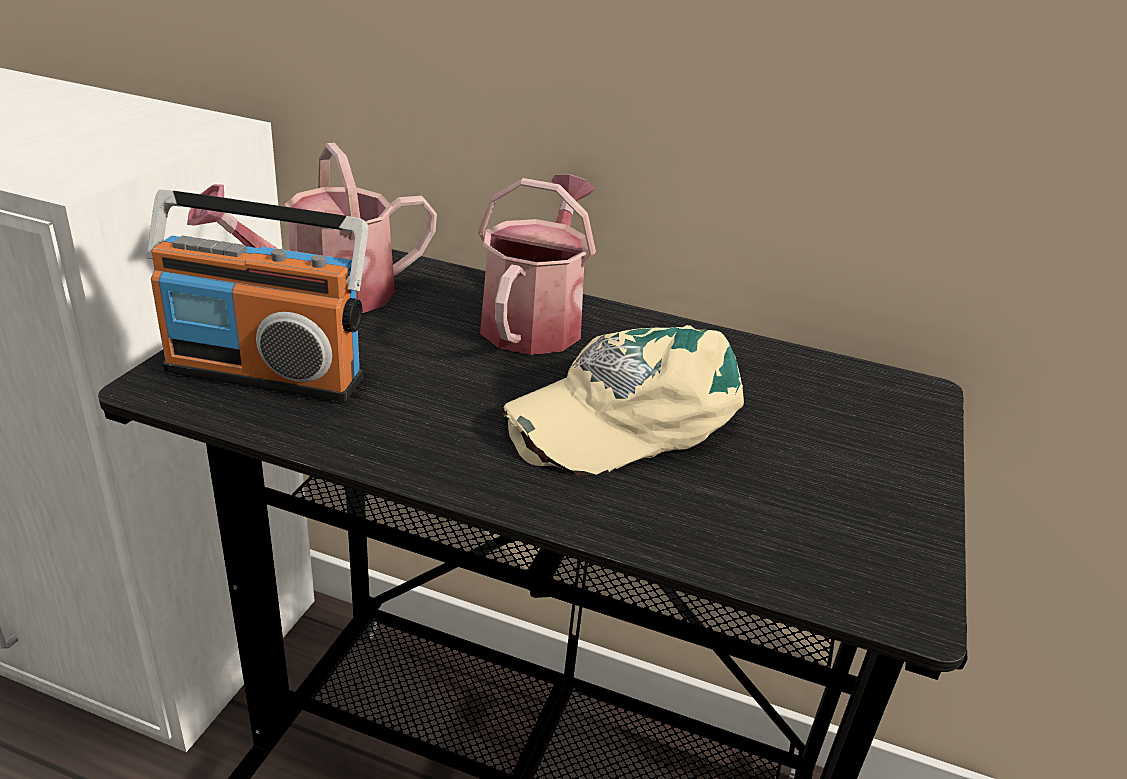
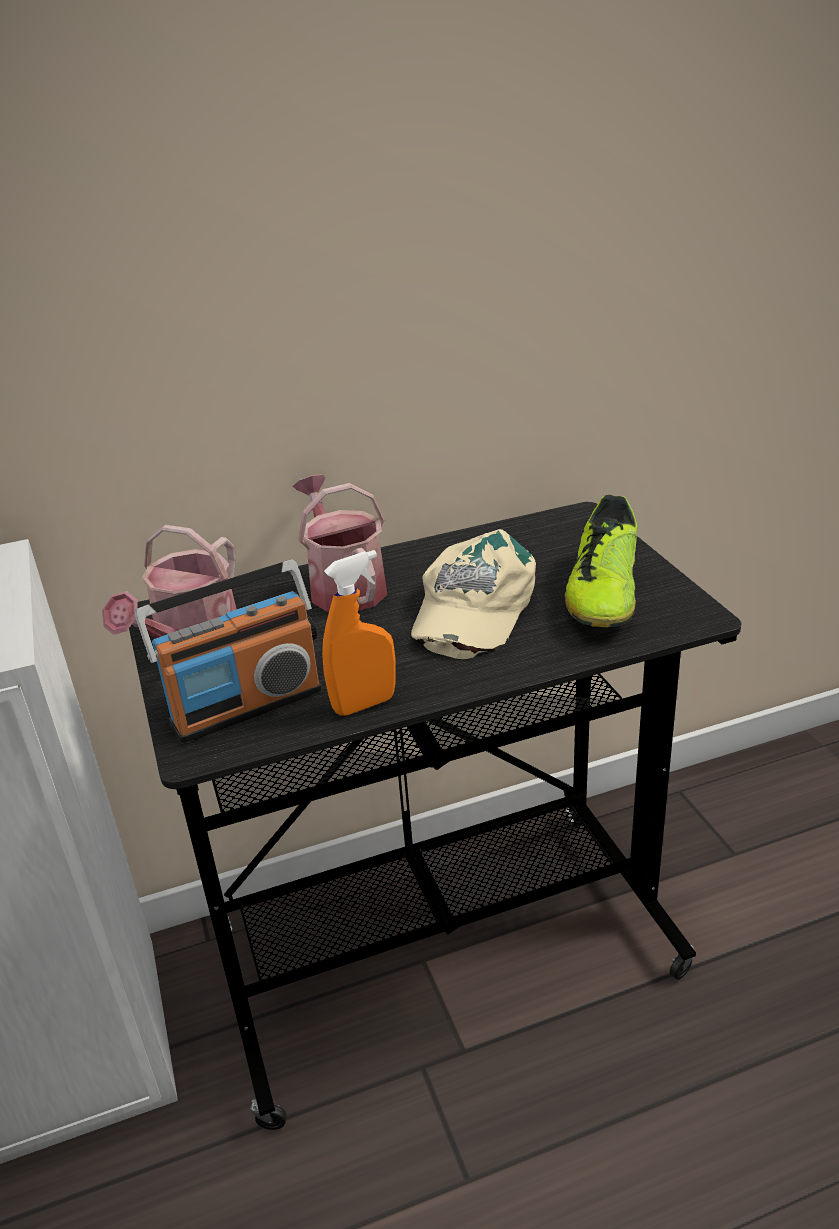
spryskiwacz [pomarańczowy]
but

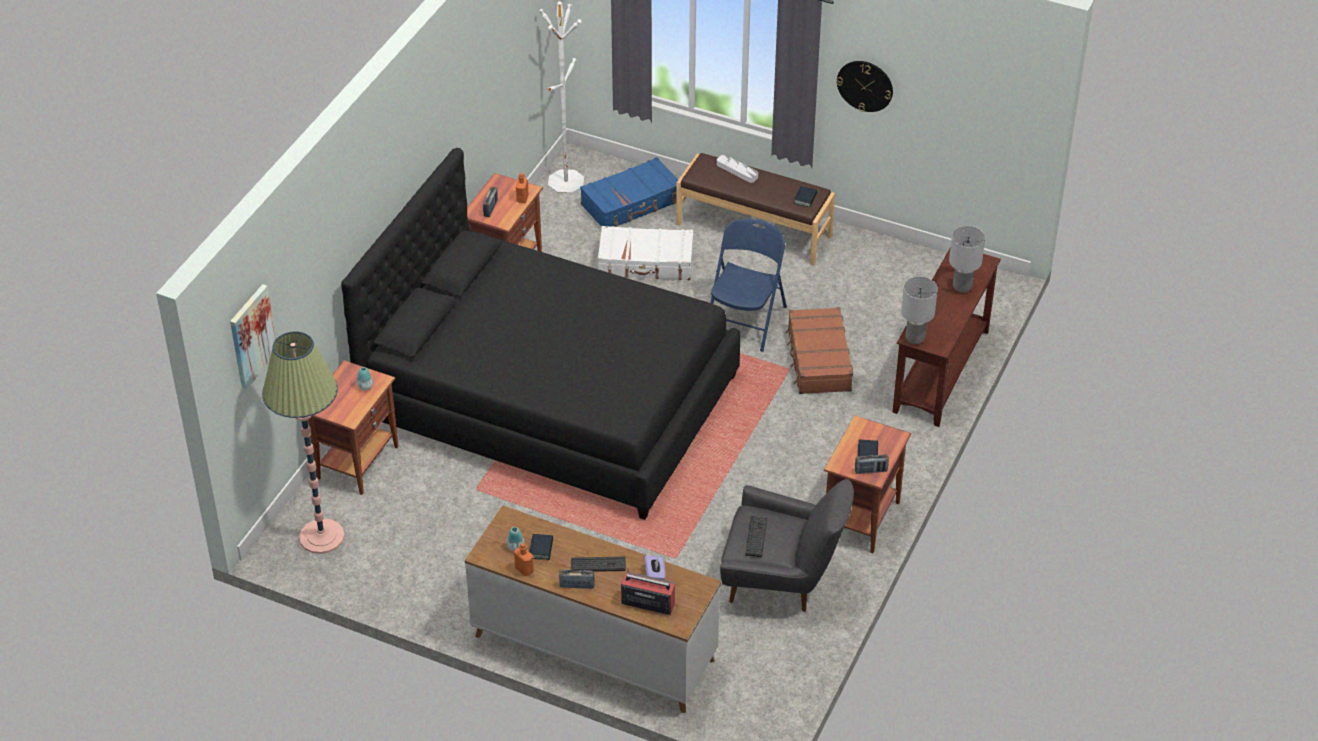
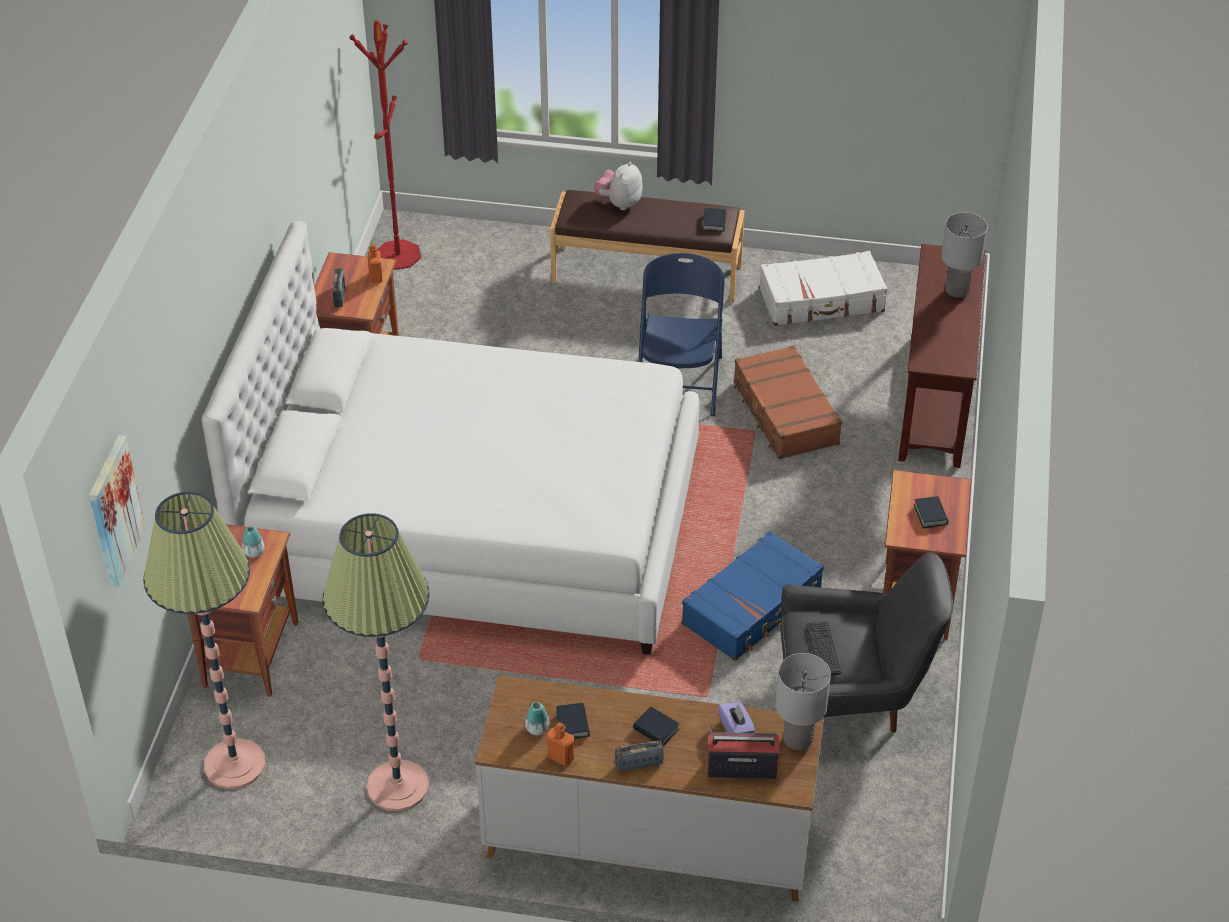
łóżko [biały]
wieszak [czerwony]
książka (2nd from left)
walizka [niebieski]
walizka [biały]
pluszak
zegar ścienny
radio (4th from left in the first image)
lampa stołowa [szary] (1st from left)
lampa stojąca (2nd from left)

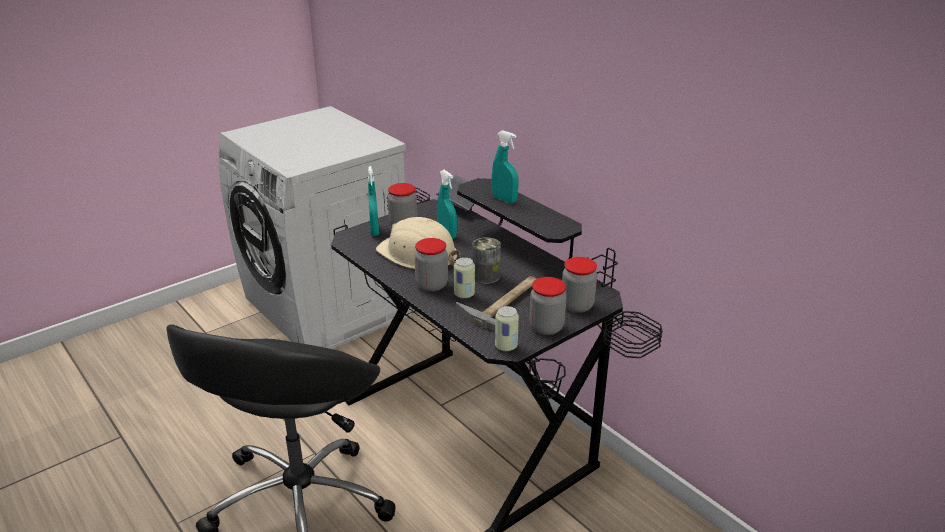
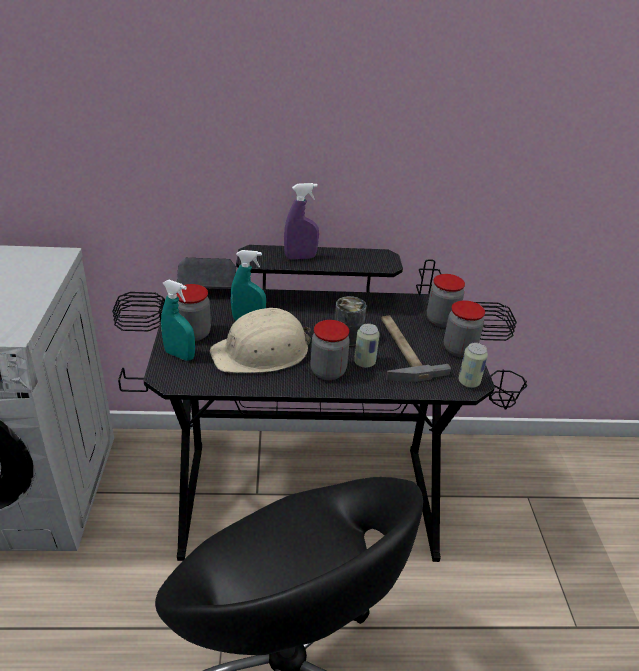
spryskiwacz [fioletowy]

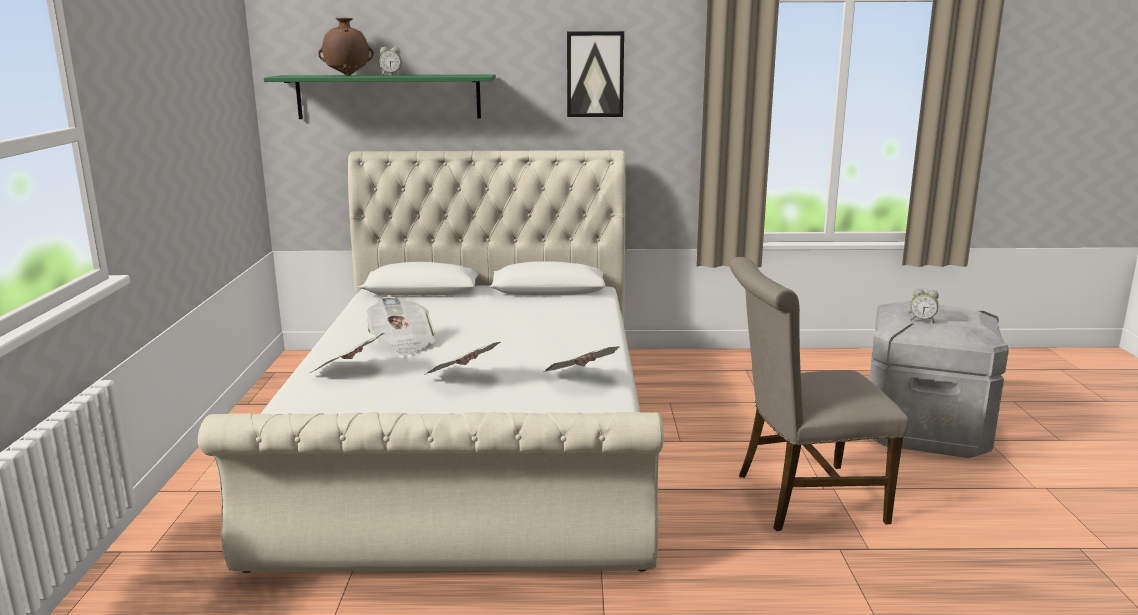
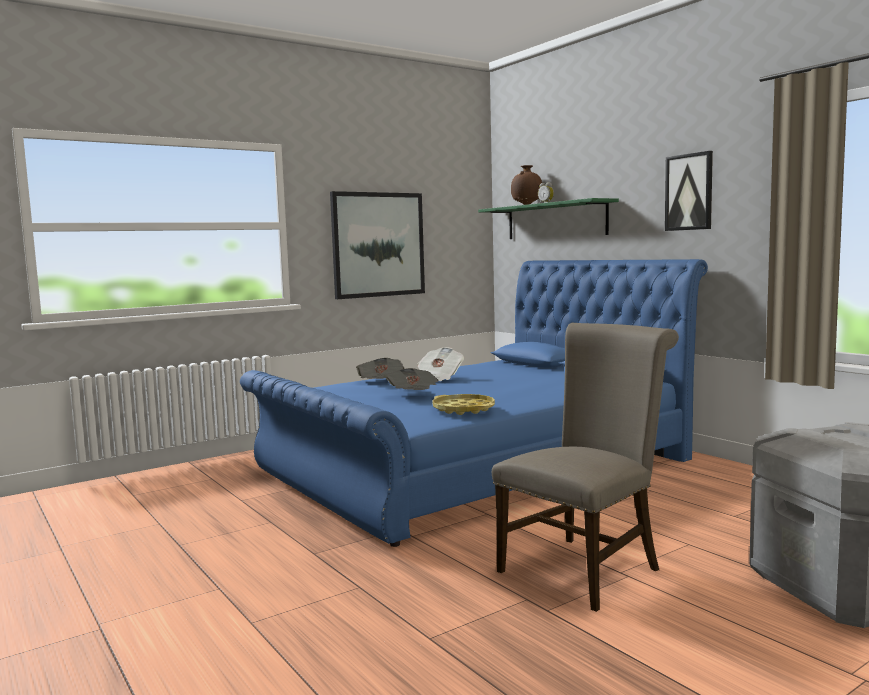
łóżko [niebieski]
taca [żółty]
krzesło [beżowy]
budzik (2nd from left in the first image)
obraz (1st from left)

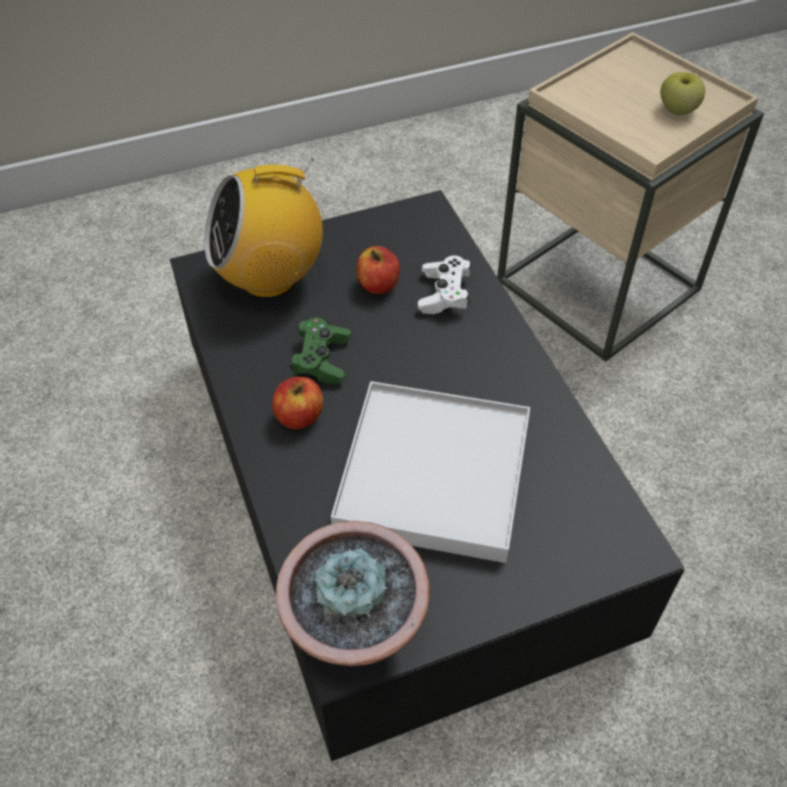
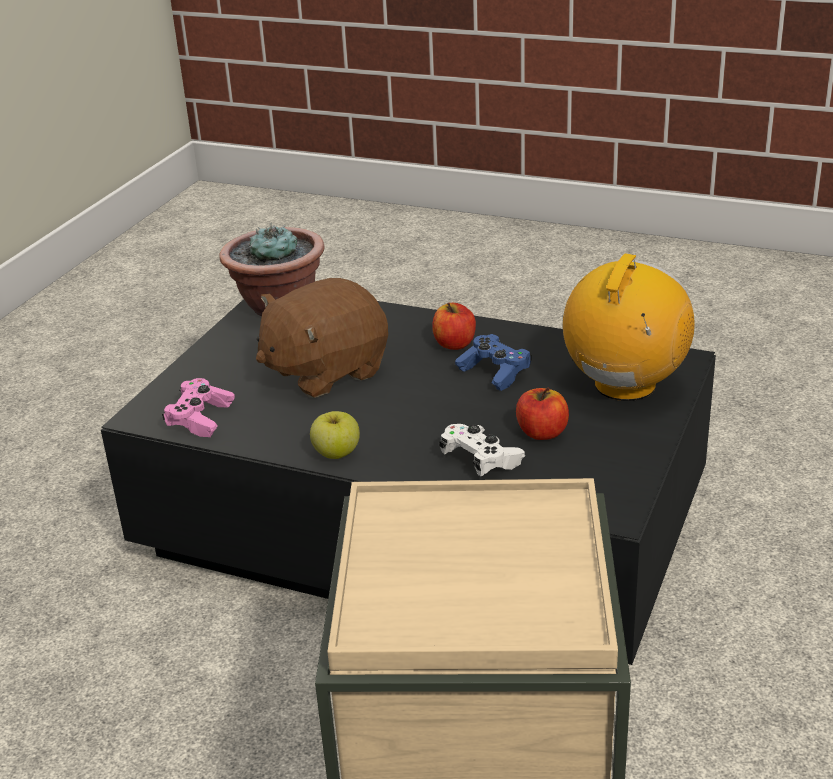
pad do gier [niebieski]
pluszak [brązowy]
jabłko (1st from left)
pad do gier [różowy]

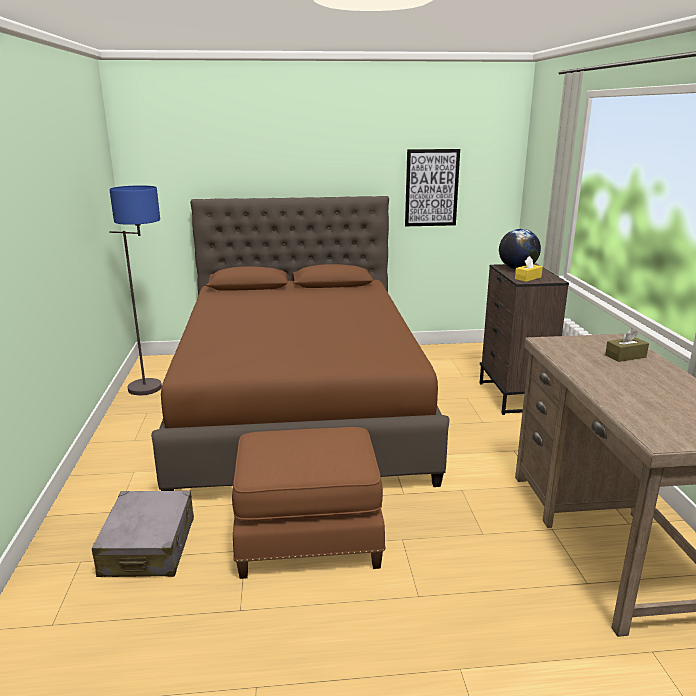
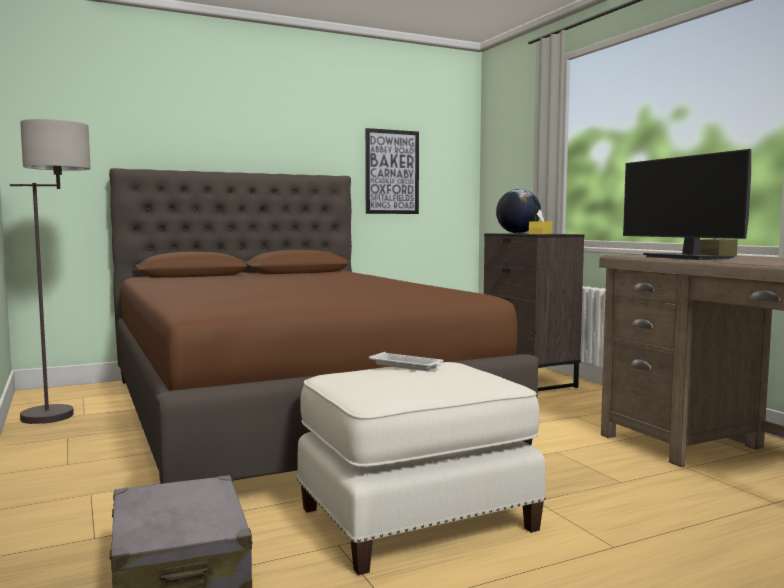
lampa stojąca [szary]
pufa [biały]
taca [biały]
monitor

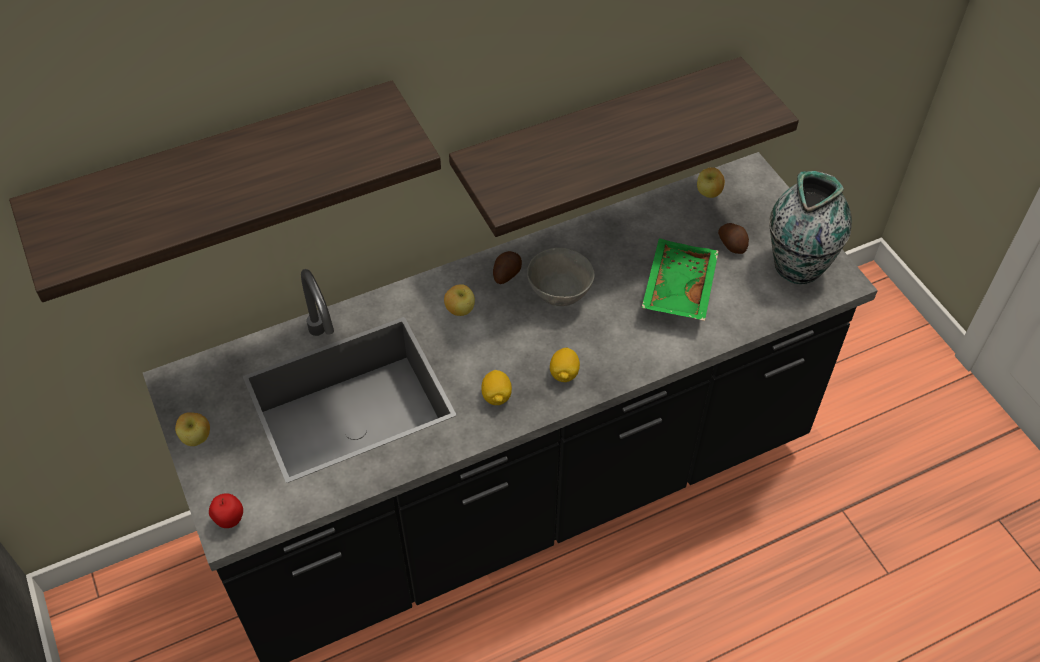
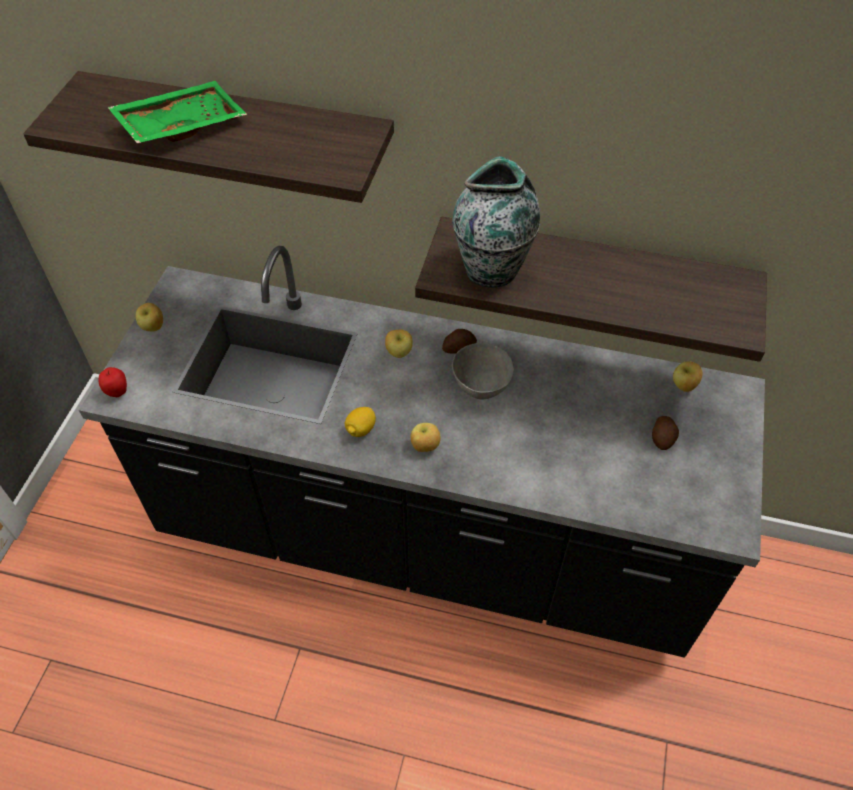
jabłko (4th from left)
taca [zielony]
wazon

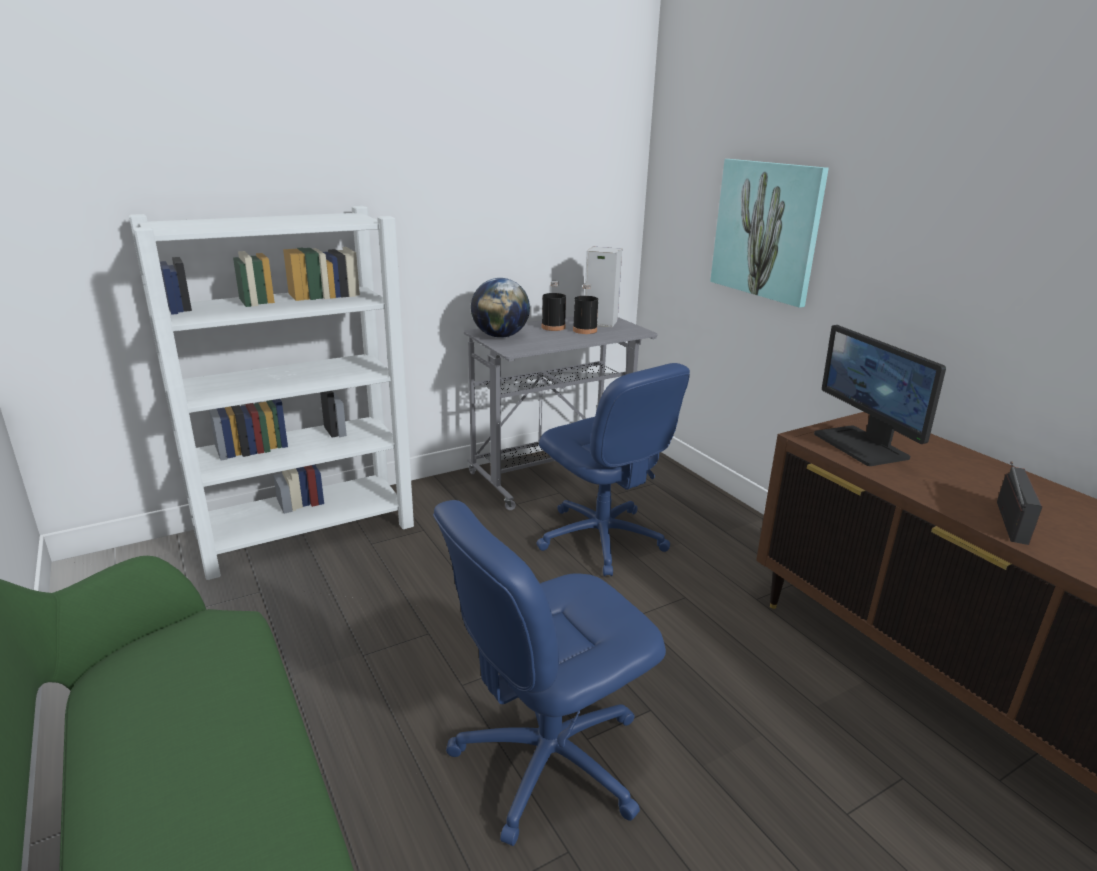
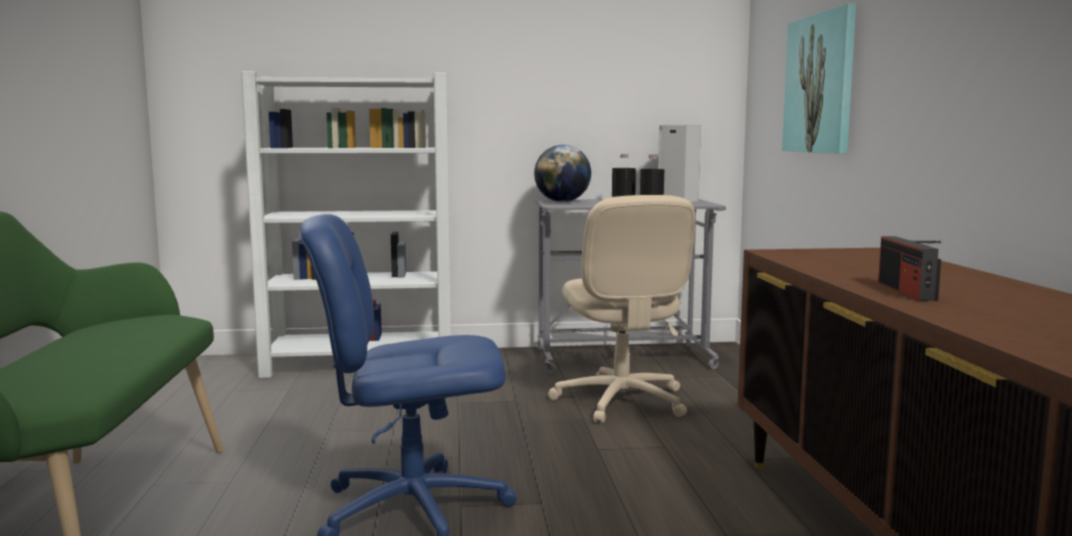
krzesło biurowe [beżowy]
monitor
radio

